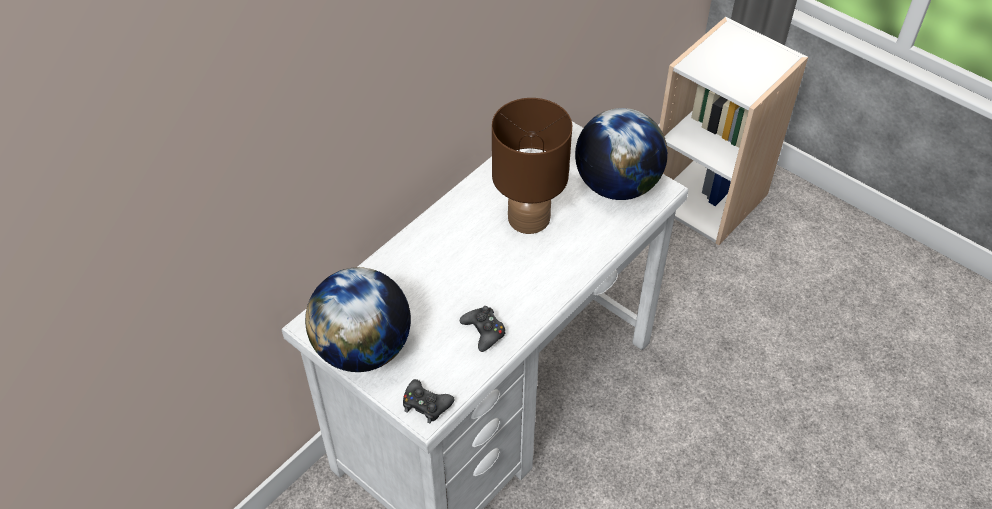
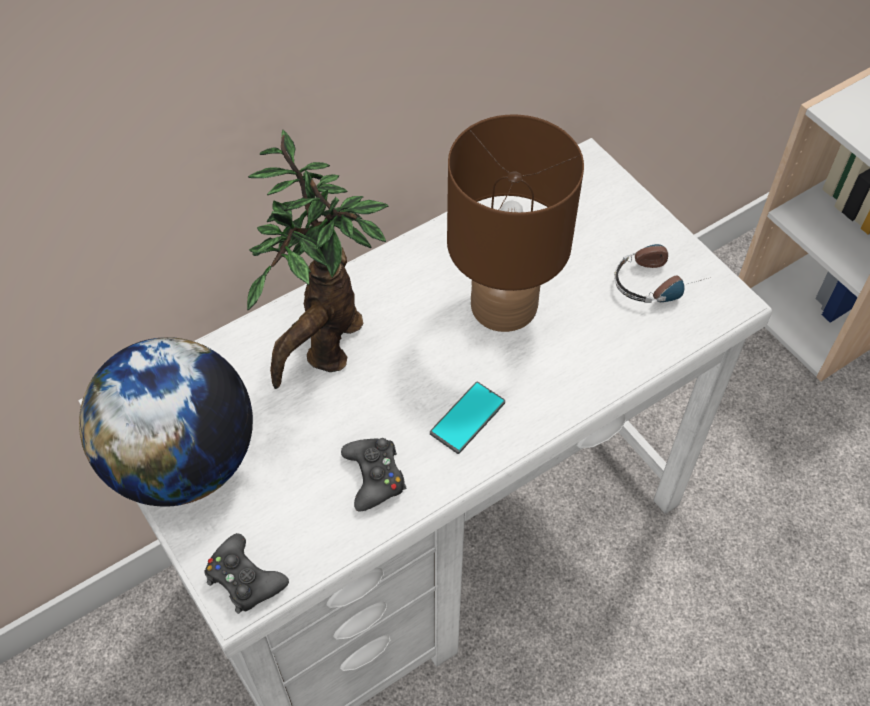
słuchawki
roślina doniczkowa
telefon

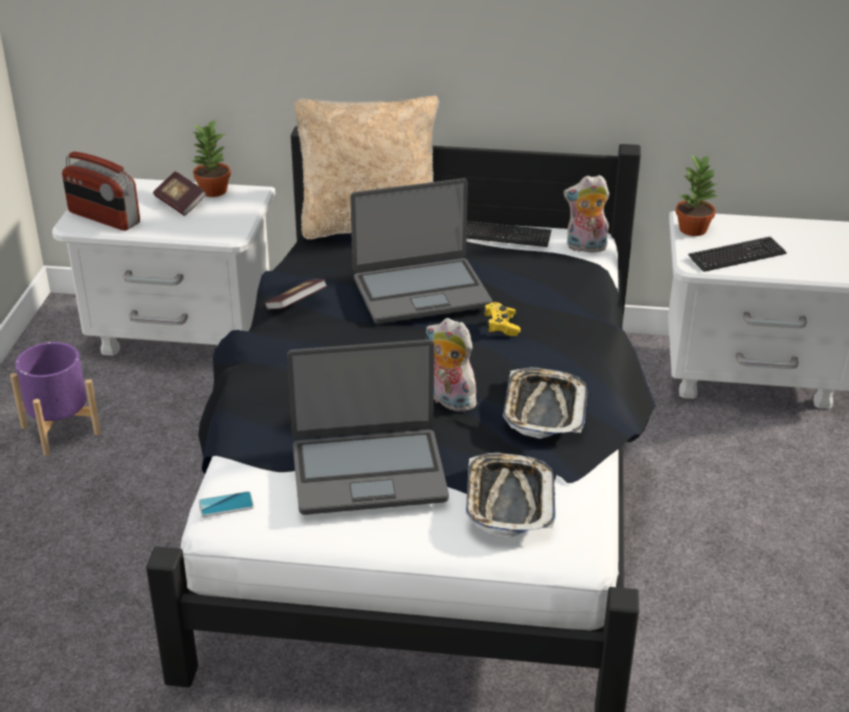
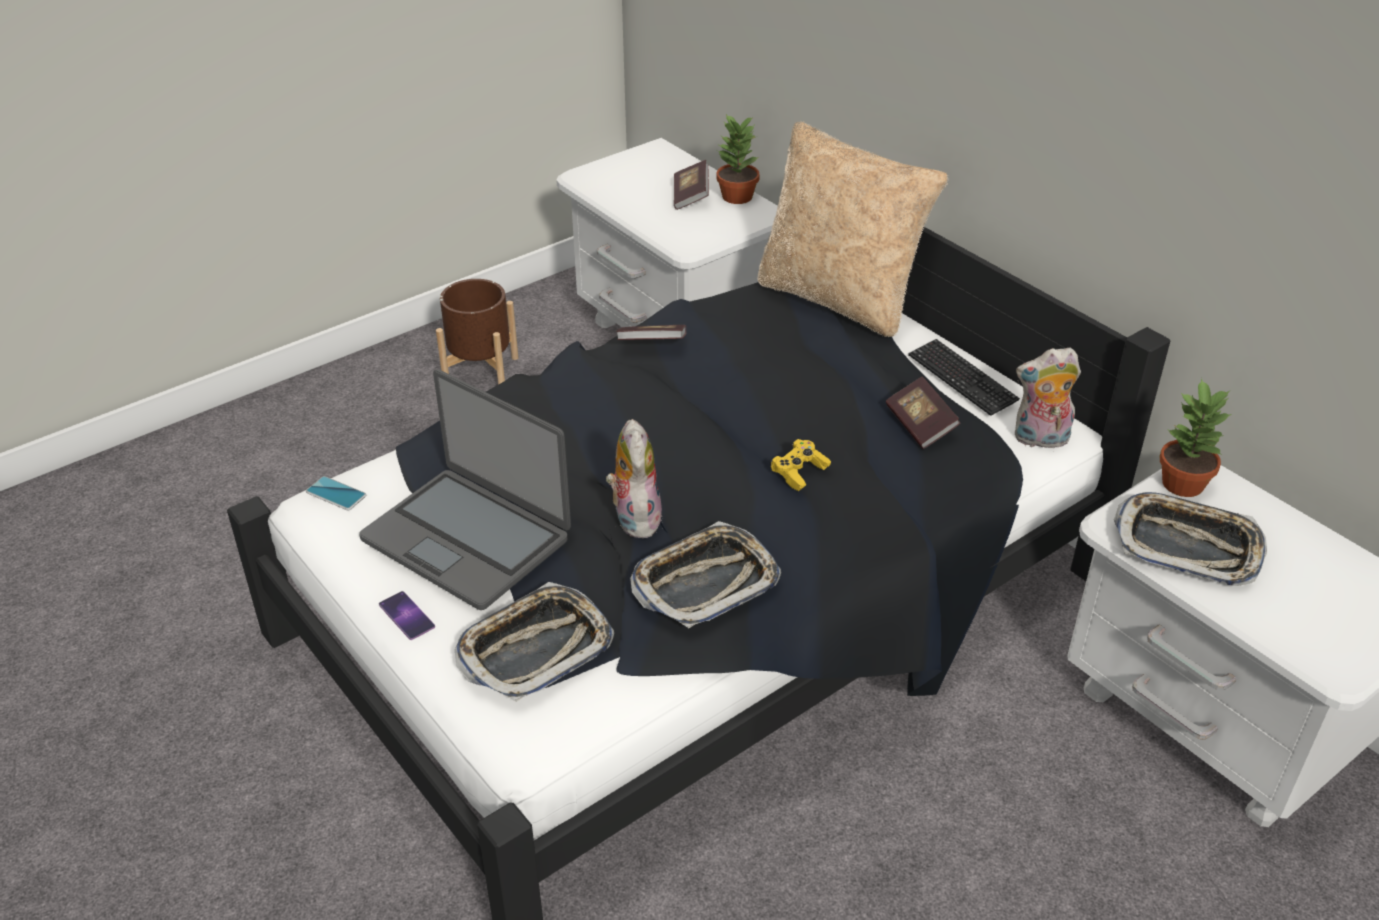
donica [brązowy]
radio
laptop (2nd from left in the first image)
pluszak (2nd from left)
taca (3rd from left)
telefon (2nd from left)
książka (3rd from left)

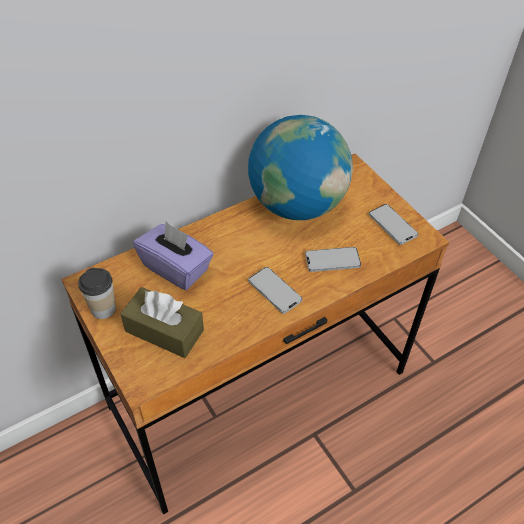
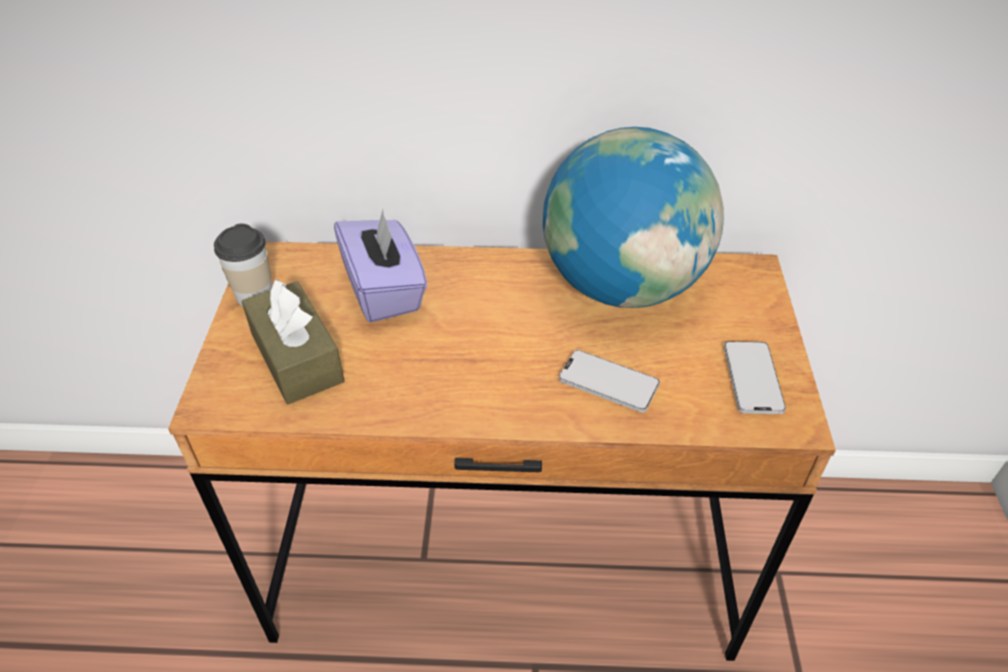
telefon (1st from left in the first image)

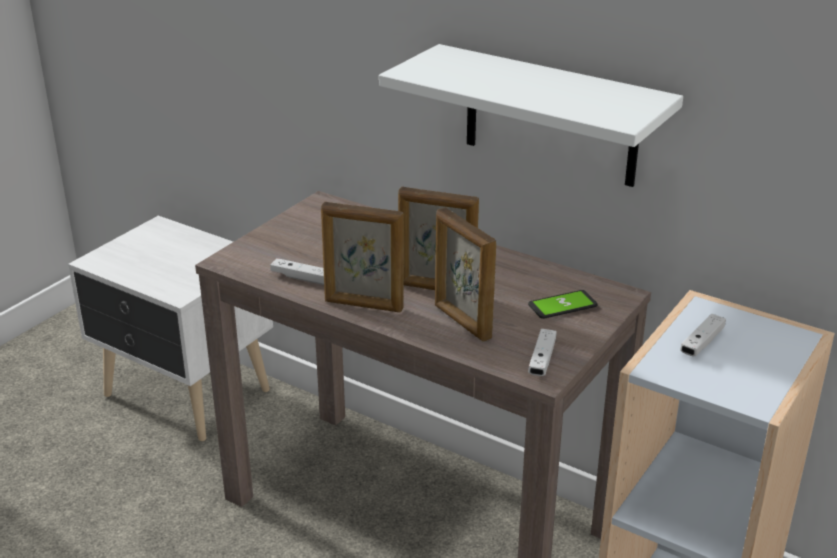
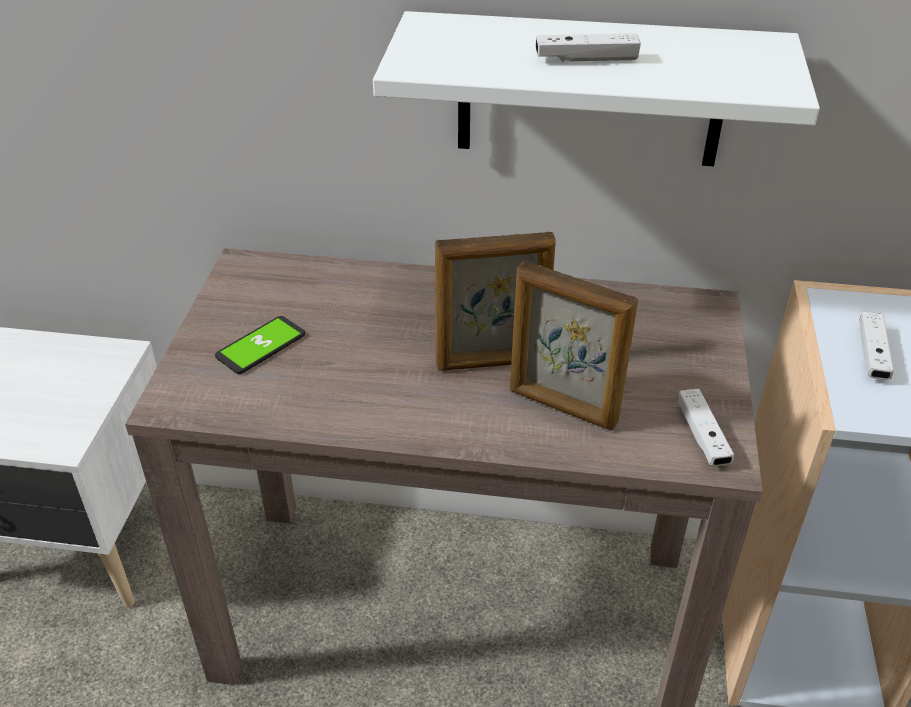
pad do gier [biały] (1st from left)
ramka na zdjęcie (1st from left in the first image)
telefon

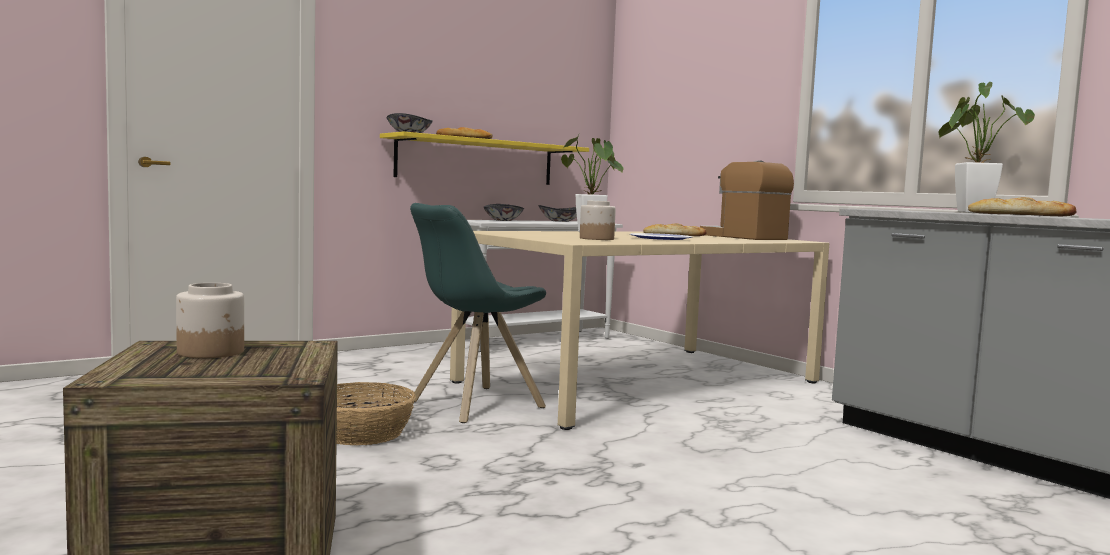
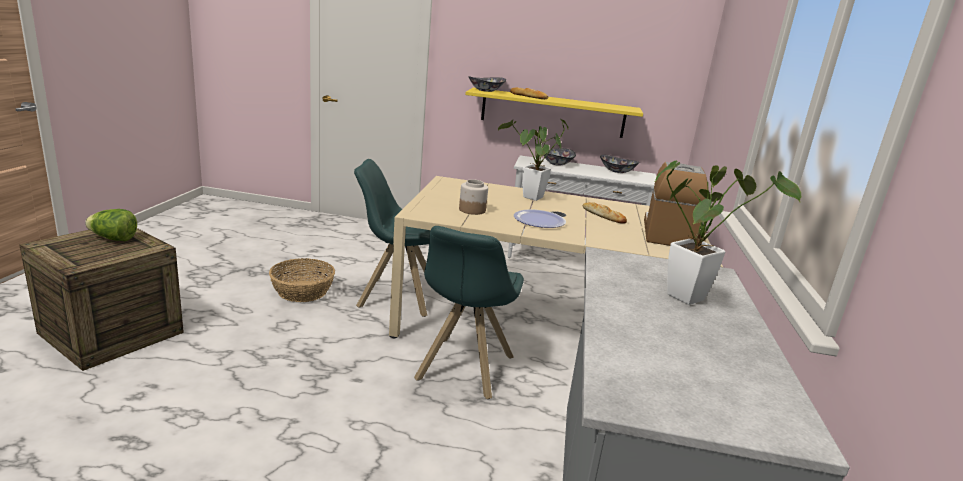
sałata
chleb (3rd from left in the first image)
krzesło [turkusowy] (2nd from left)

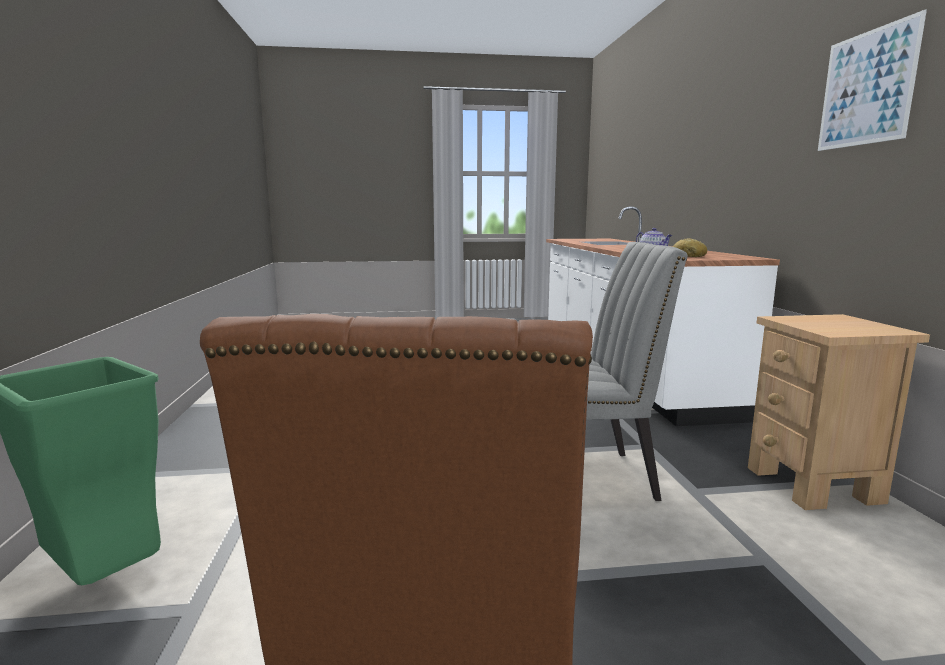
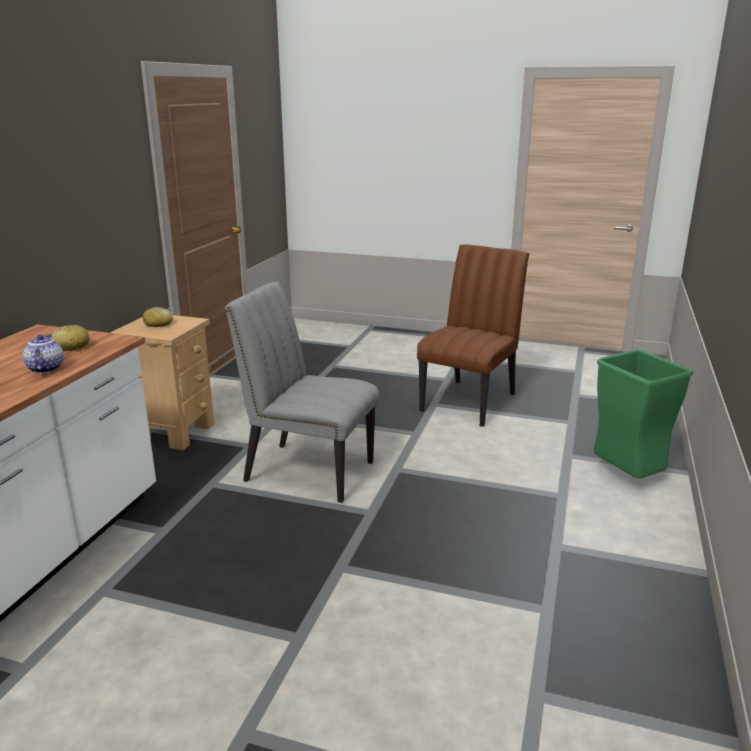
obraz
chleb (2nd from left)

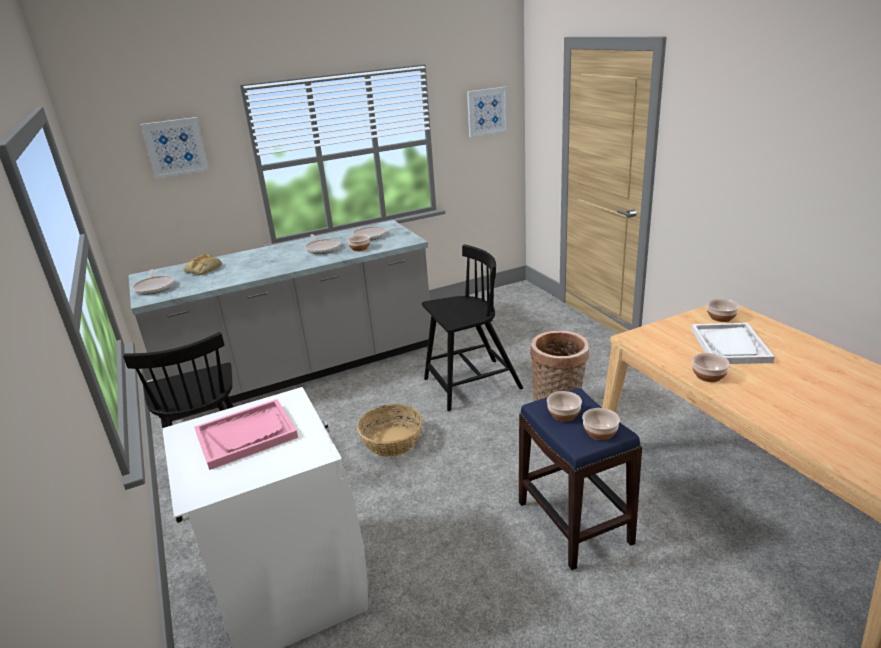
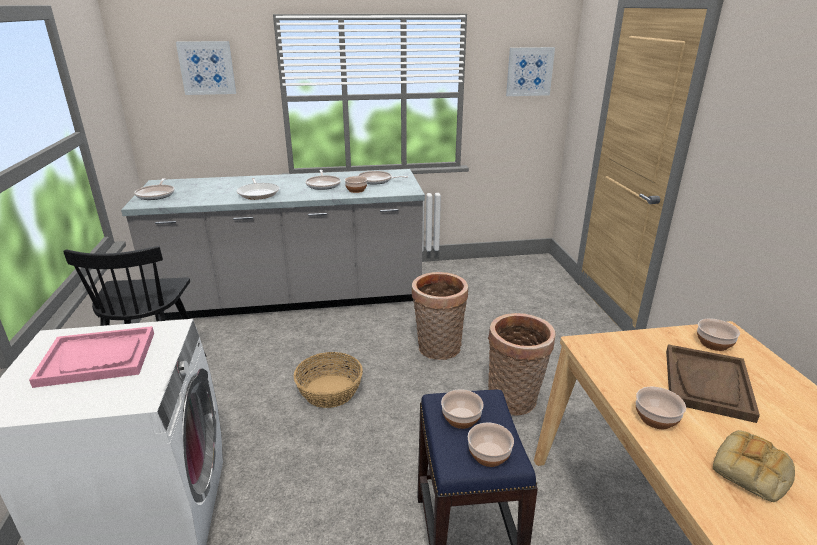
chleb
koszyk (2nd from left)
taca [brązowy]
patelnia (2nd from left)

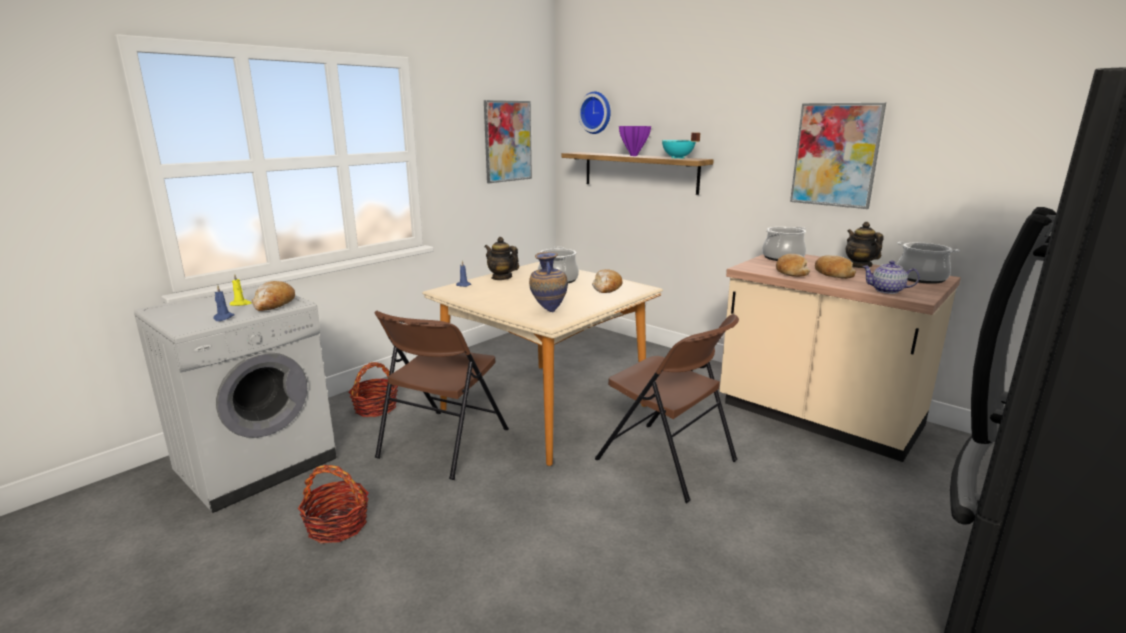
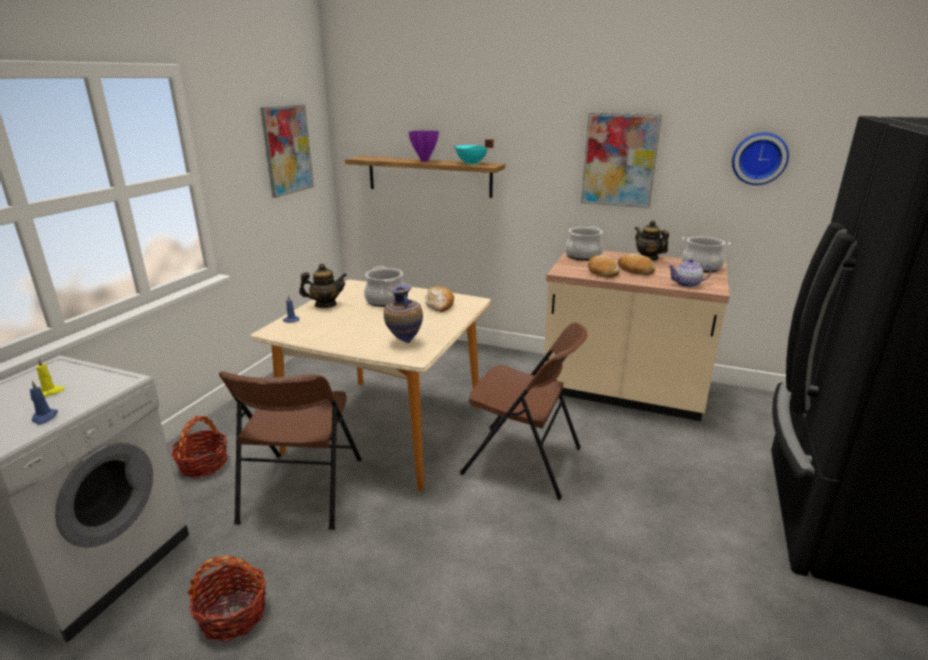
chleb (1st from left in the first image)
imbryk (1st from left)
zegar ścienny

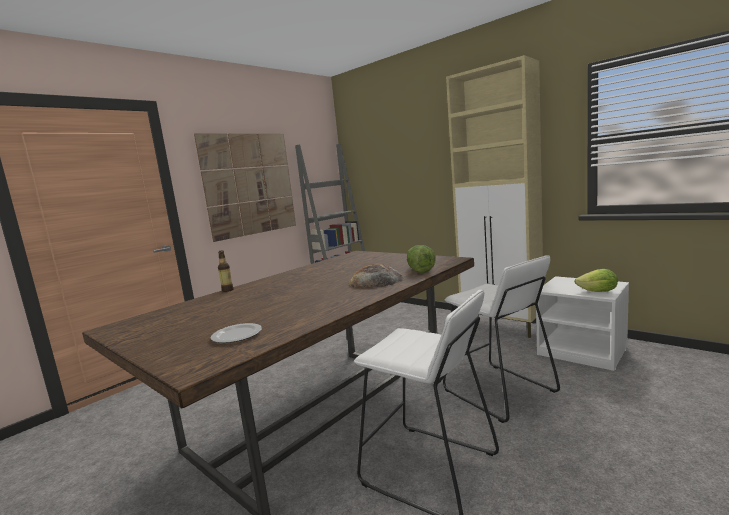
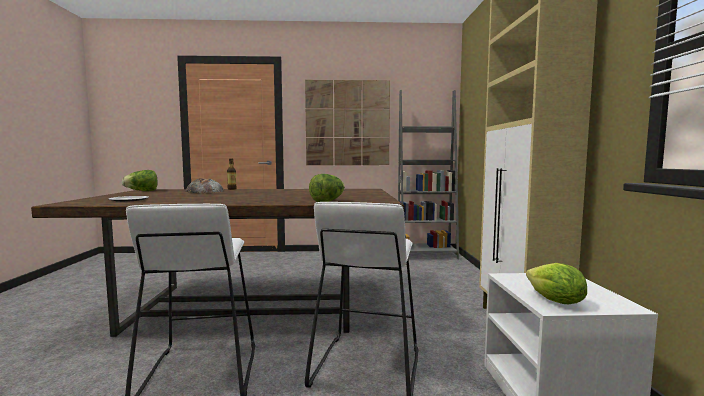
chleb
sałata (1st from left)

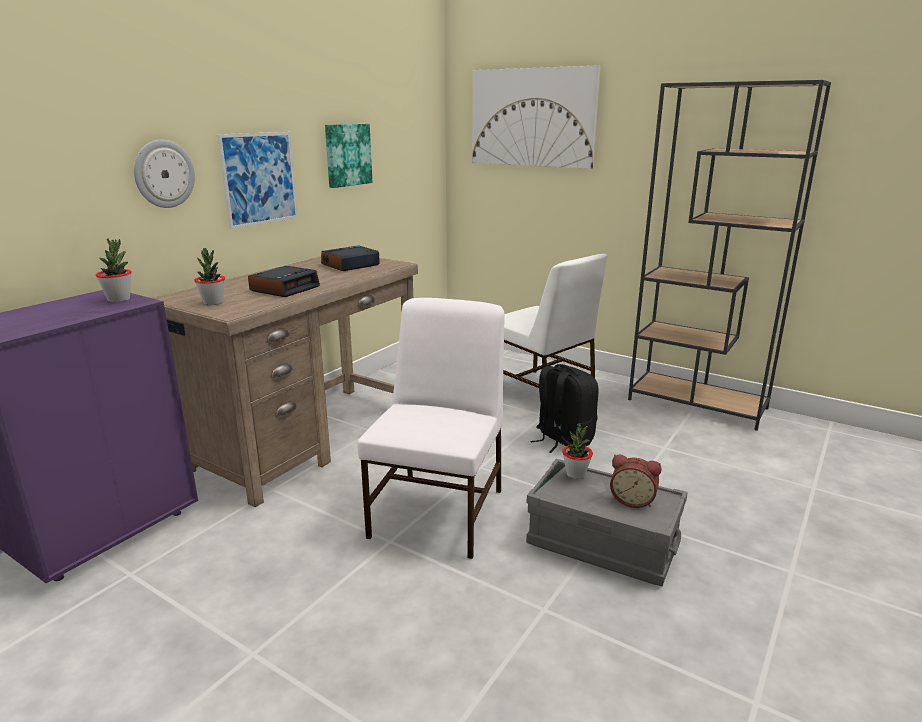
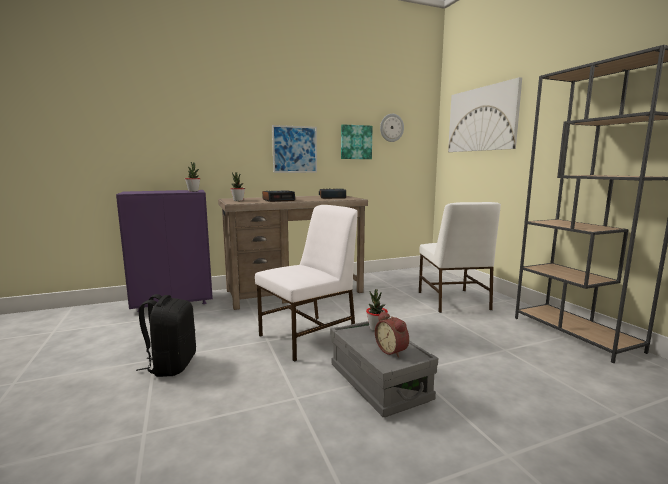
zegar ścienny
plecak [czarny]

